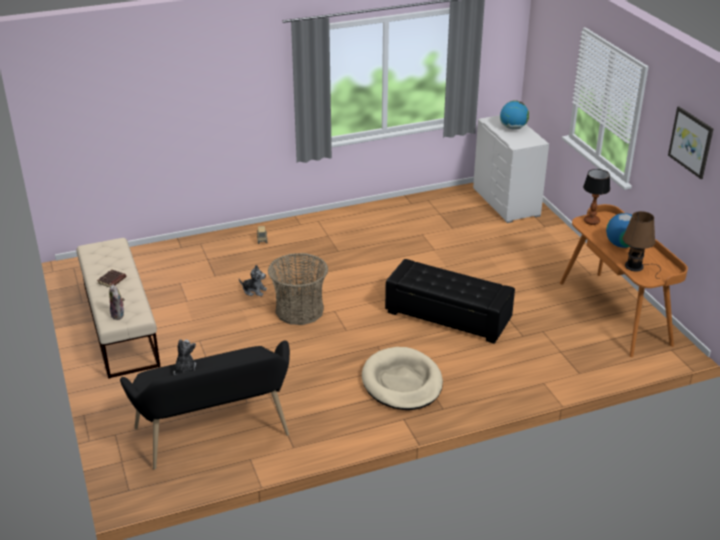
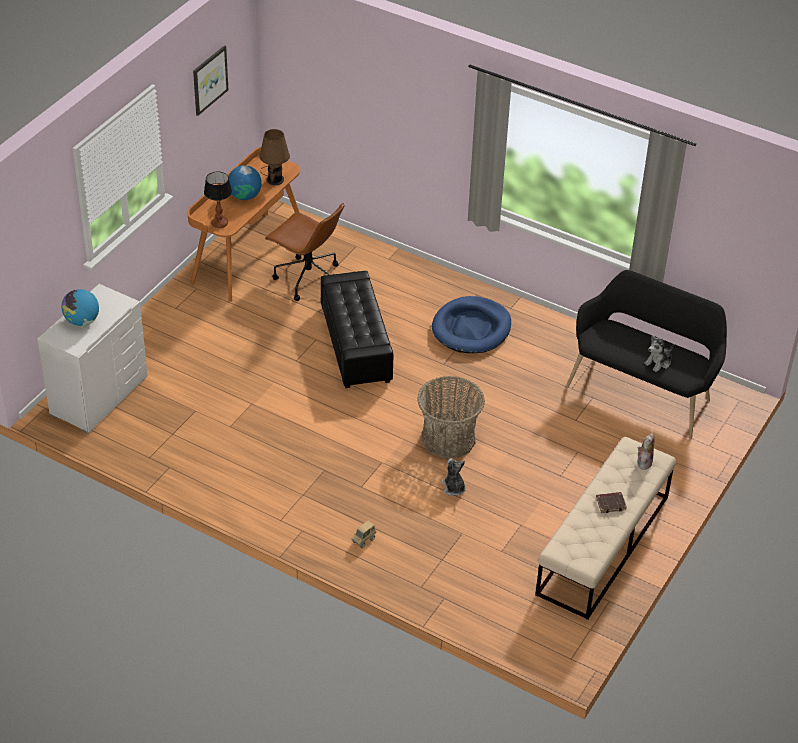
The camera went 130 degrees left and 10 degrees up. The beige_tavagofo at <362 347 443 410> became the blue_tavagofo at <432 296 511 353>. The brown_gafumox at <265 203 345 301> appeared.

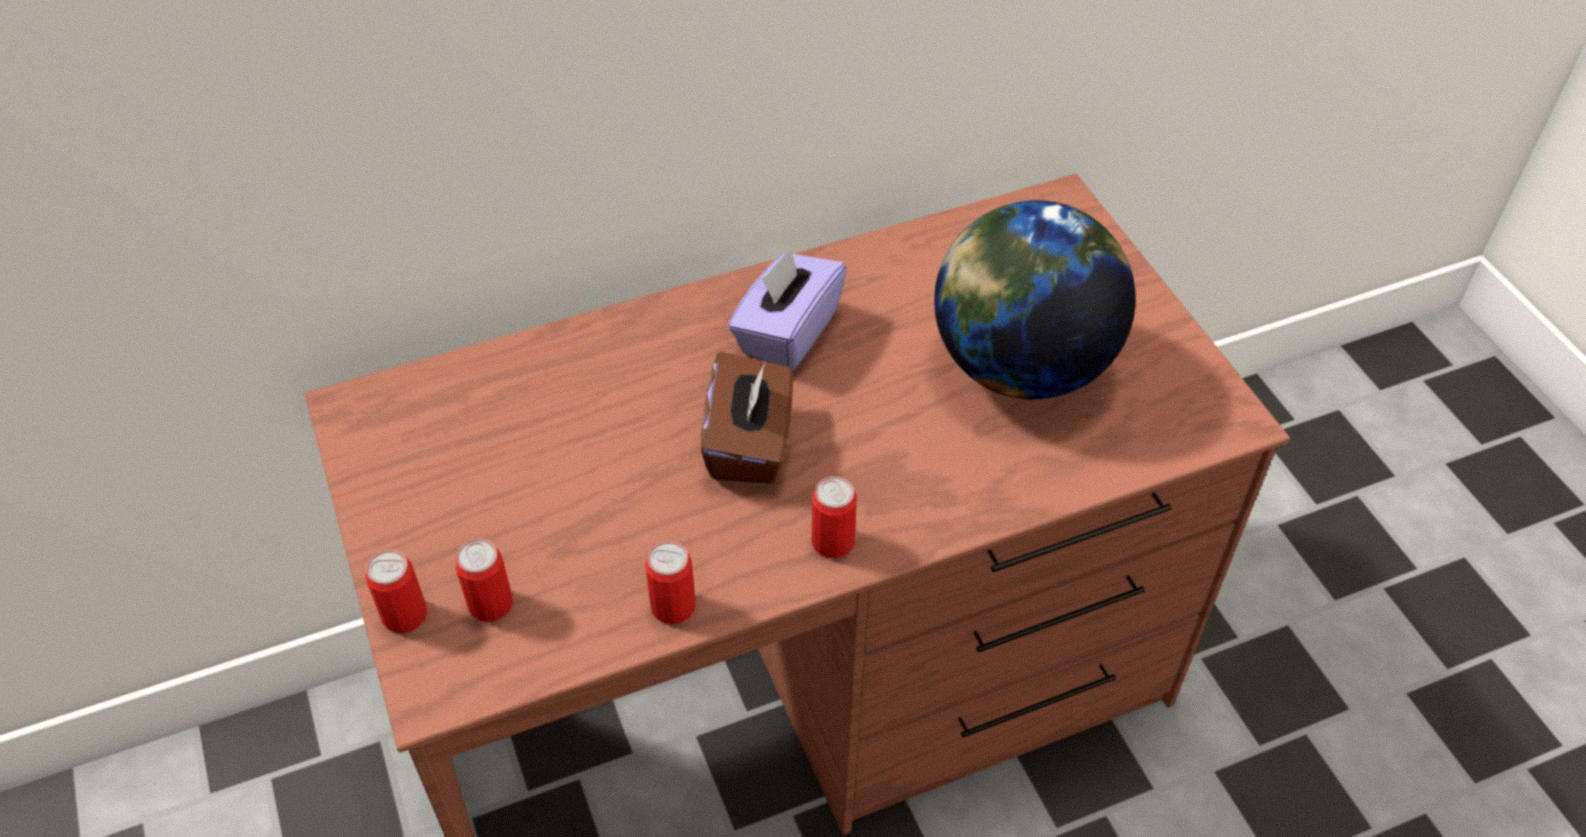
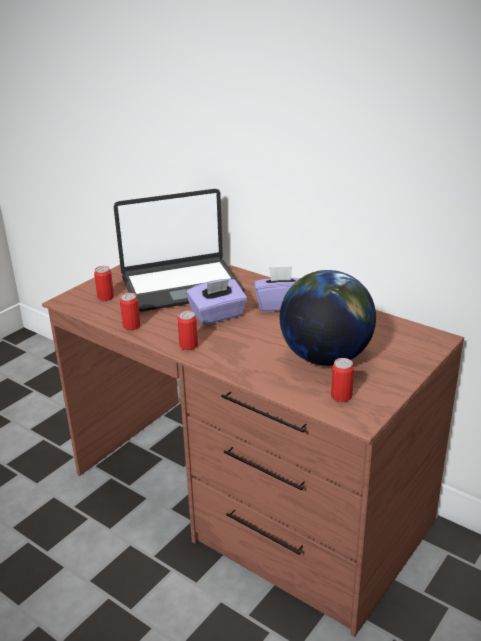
The camera went 60 degrees right and 20 degrees down. The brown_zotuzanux at <701 352 793 483> became the purple_zotuzanux at <186 279 247 325>. The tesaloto moved from <365 550 427 633> to <331 358 354 402>. The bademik at <114 189 245 312> appeared.

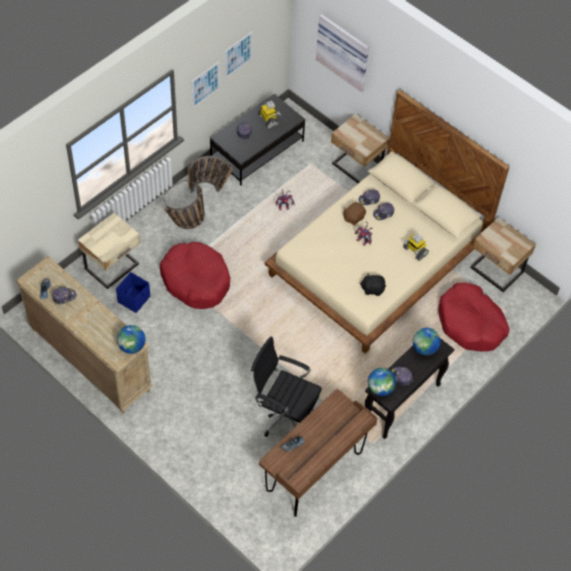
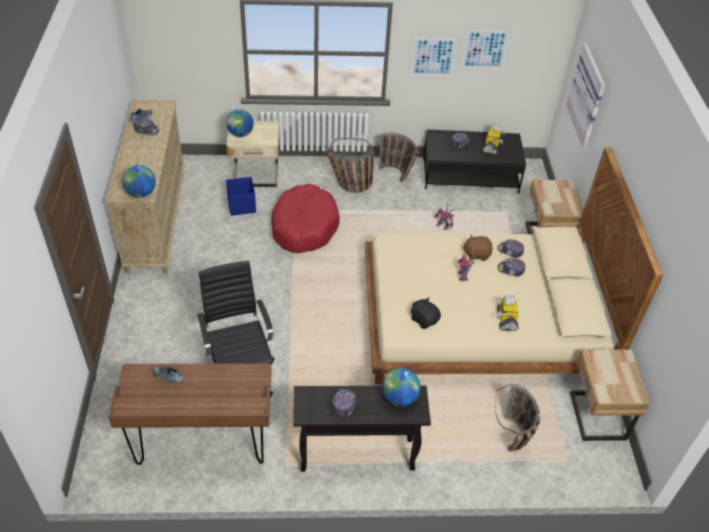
The camera went 45 degrees right and 10 degrees down. The red_tavagofo at <438 283 509 352> was replaced by the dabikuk at <495 384 541 451>. The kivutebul moved from <368 368 396 396> to <226 109 254 137>.

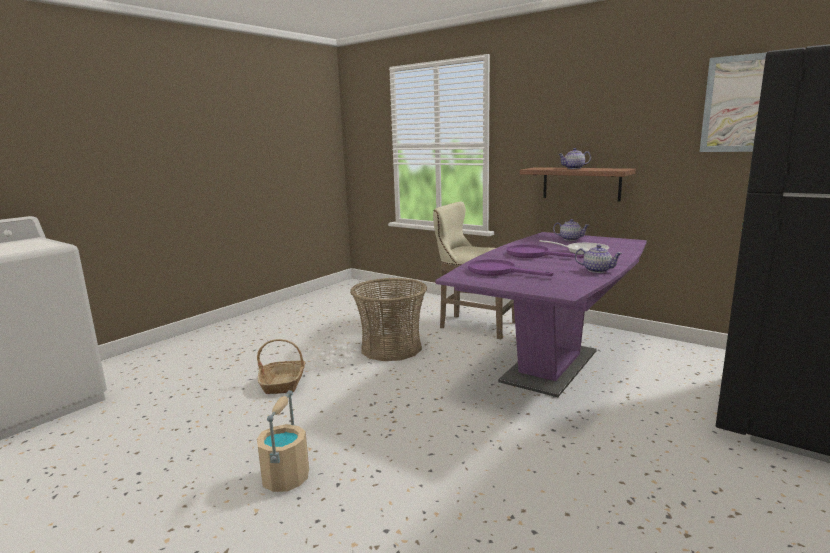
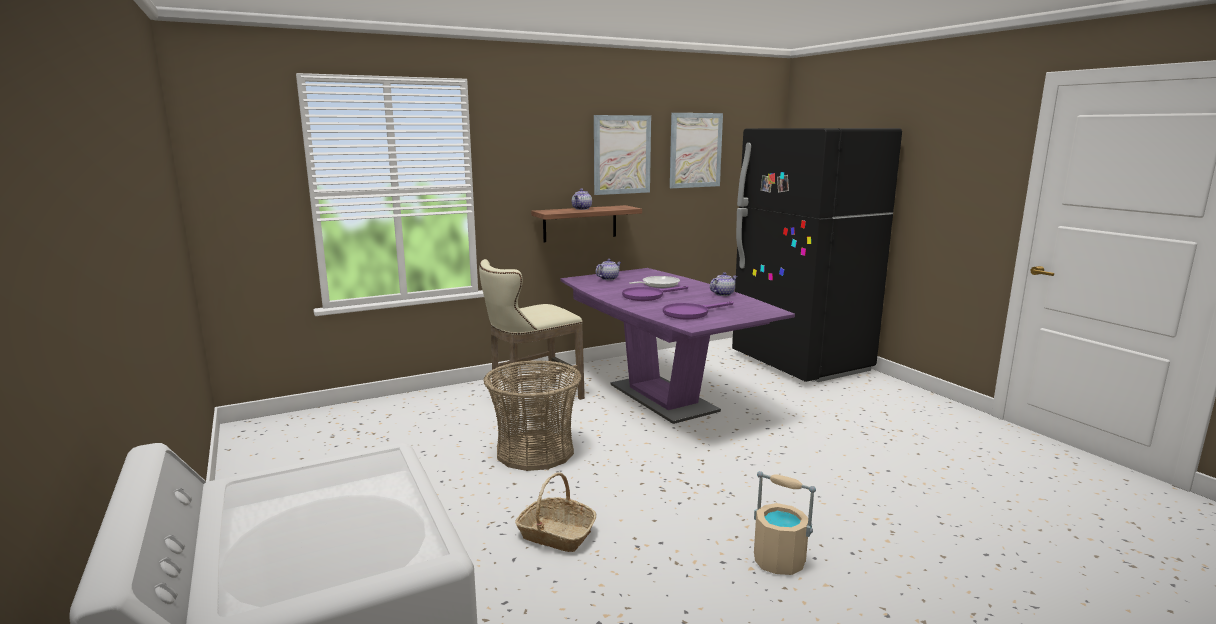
The camera went 65 degrees left and 0 degrees up. The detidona at <594 115 651 195> appeared.

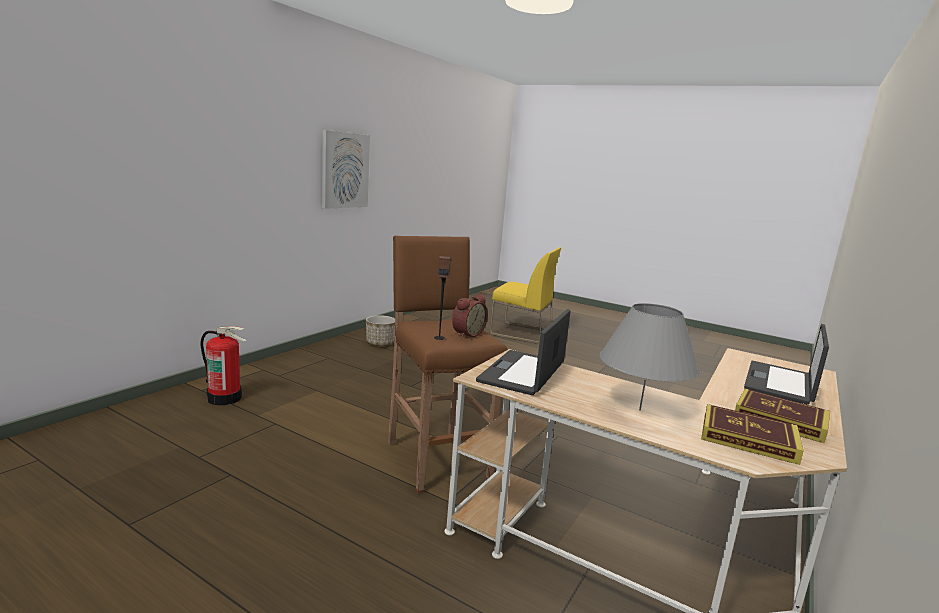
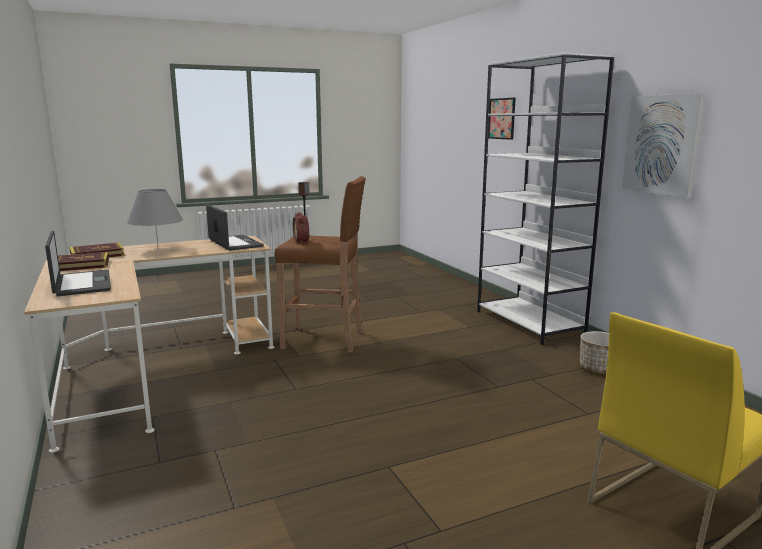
The camera went 125 degrees right and 0 degrees up. The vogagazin at <200 326 246 405> disappeared. The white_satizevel at <477 53 614 345> appeared. The detidona at <488 98 516 140> appeared.

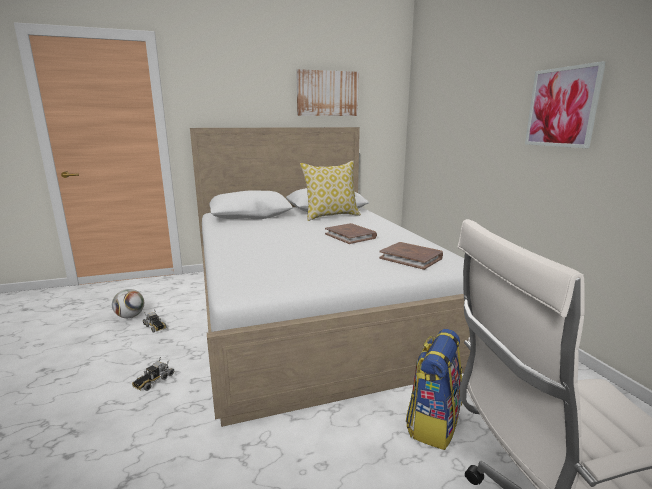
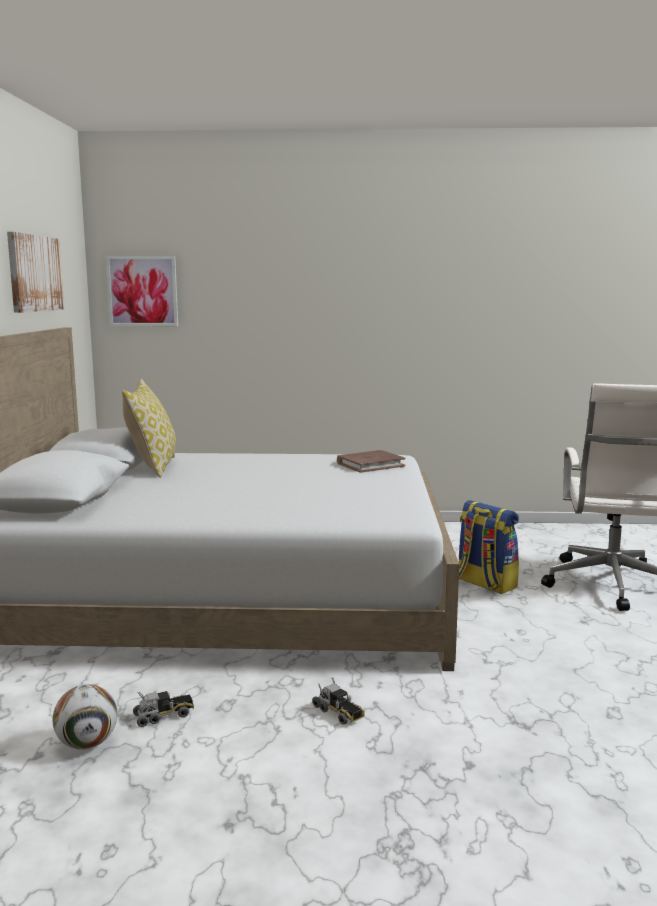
The camera went 70 degrees left and 5 degrees down. The detidona moved from <525 61 606 148> to <106 256 178 326>. The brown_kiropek at <325 223 377 244> disappeared.

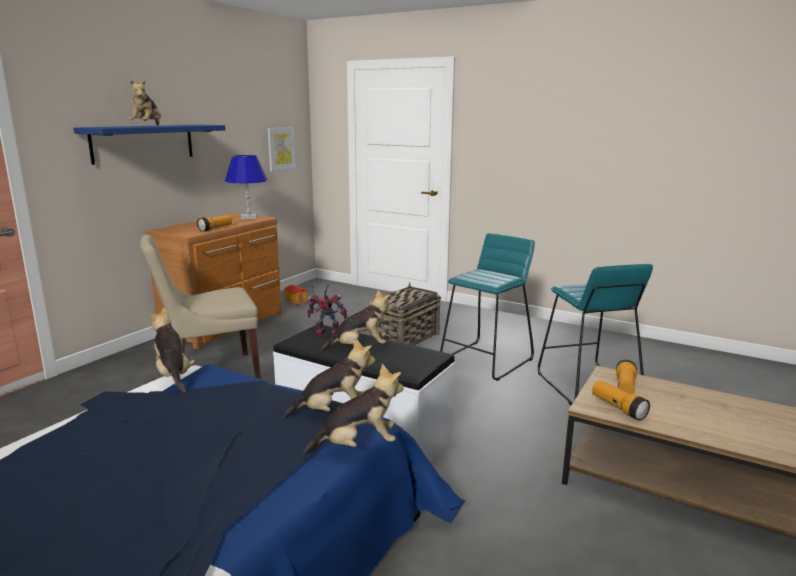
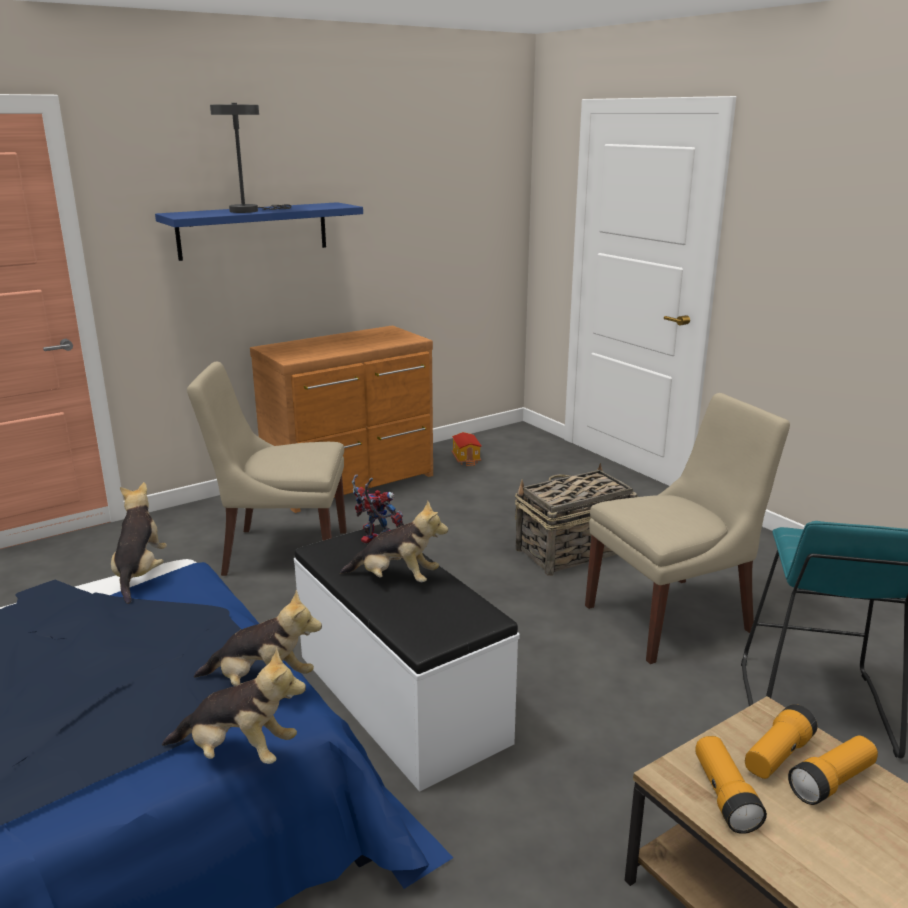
The camera went 25 degrees right and 5 degrees up. The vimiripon at <129 80 161 126> was replaced by the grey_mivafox at <210 103 292 213>. The detidona at <267 127 296 171> disappeared. The blue_mivafox at <225 155 267 220> disappeared. The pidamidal moved from <197 215 232 232> to <788 736 878 805>. The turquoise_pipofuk at <440 233 535 381> was replaced by the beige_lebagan at <585 393 790 664>.

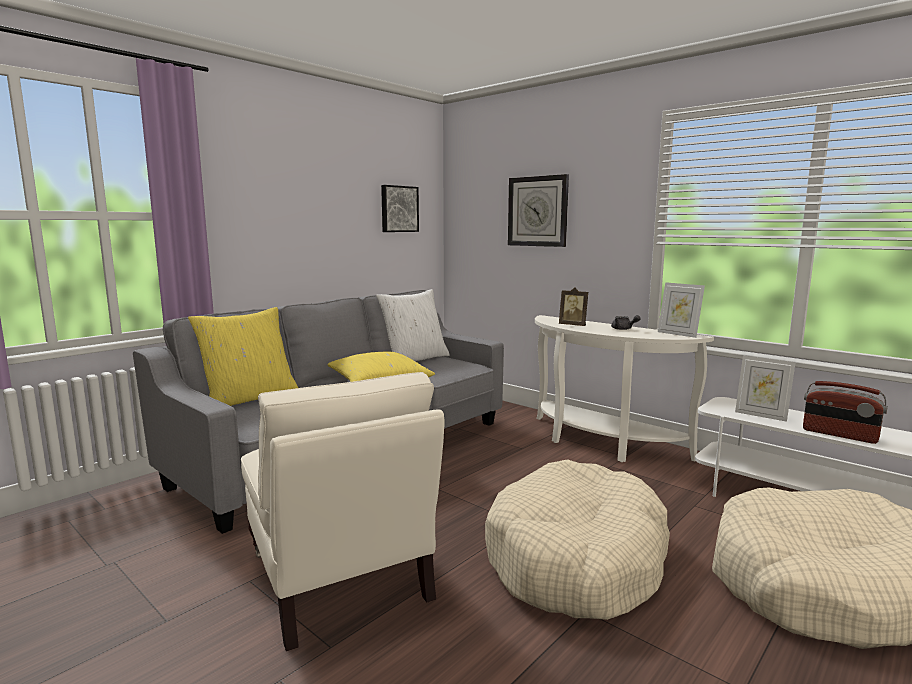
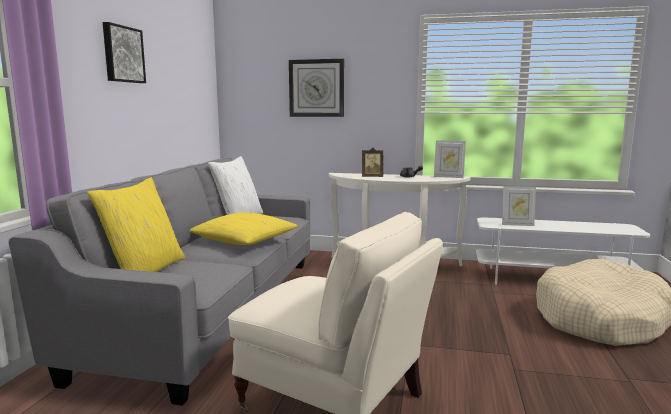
The camera went 30 degrees left and 0 degrees up. The detidona moved from <381 185 419 232> to <103 22 146 83>. The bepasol at <803 381 888 444> disappeared. The beige_tavagofo at <485 459 670 620> disappeared.

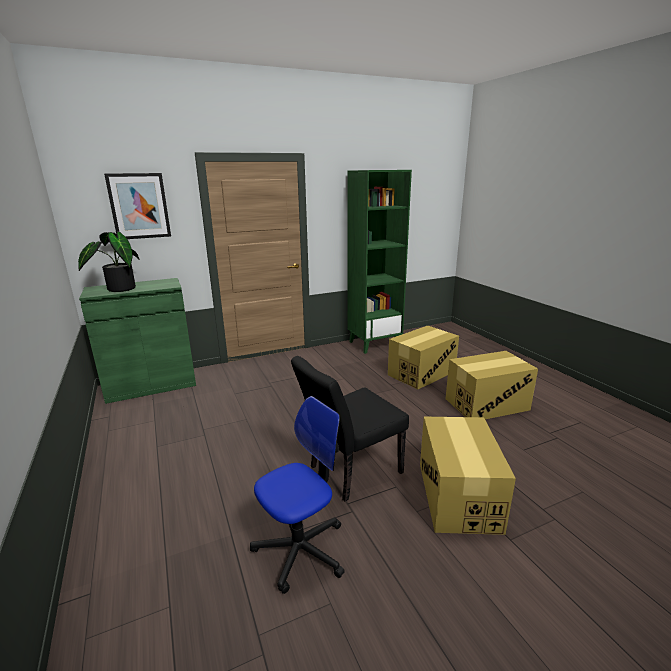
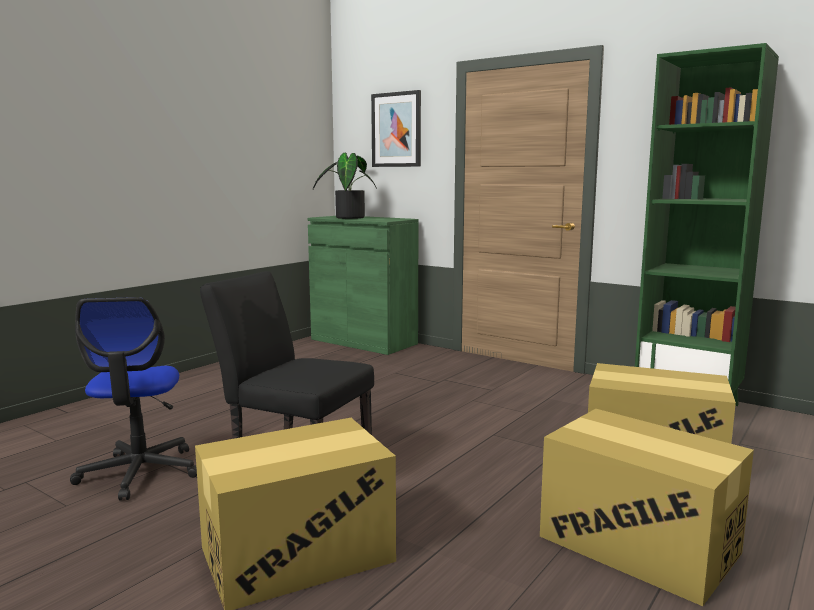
The camera went 60 degrees right and 10 degrees down. The gafumox at <250 396 345 594> turned 60 degrees clockwise.

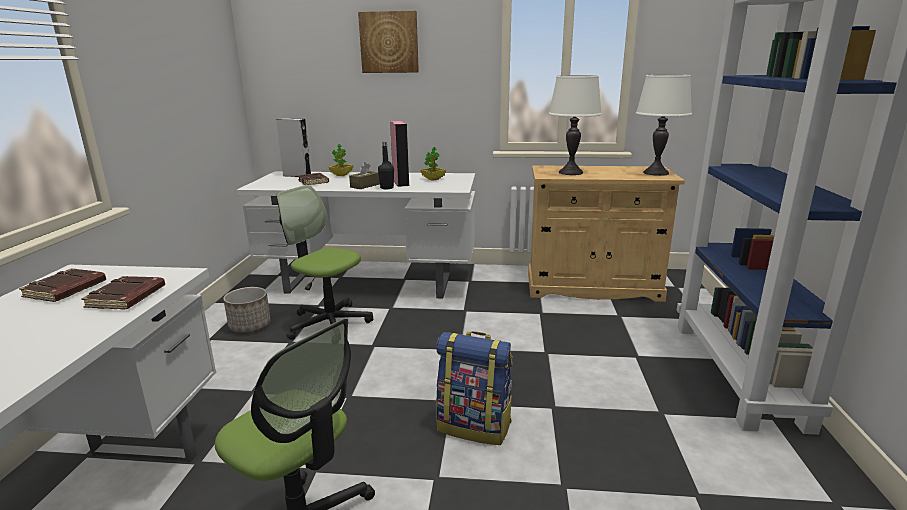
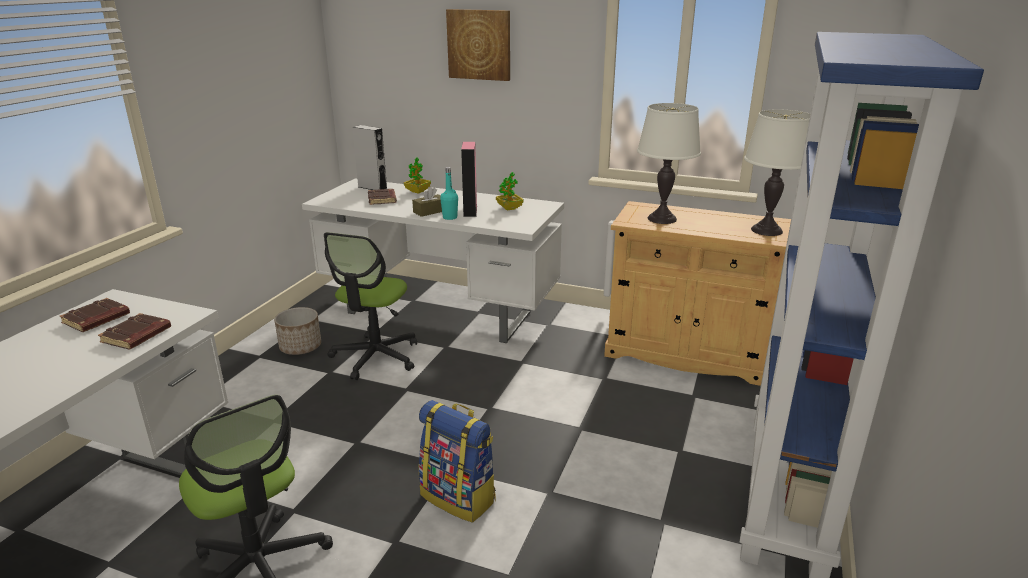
The camera went 15 degrees right and 5 degrees up. The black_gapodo at <378 141 394 189> became the turquoise_gapodo at <440 167 458 220>. The gafumox at <277 185 373 340> turned 120 degrees counterclockwise.

